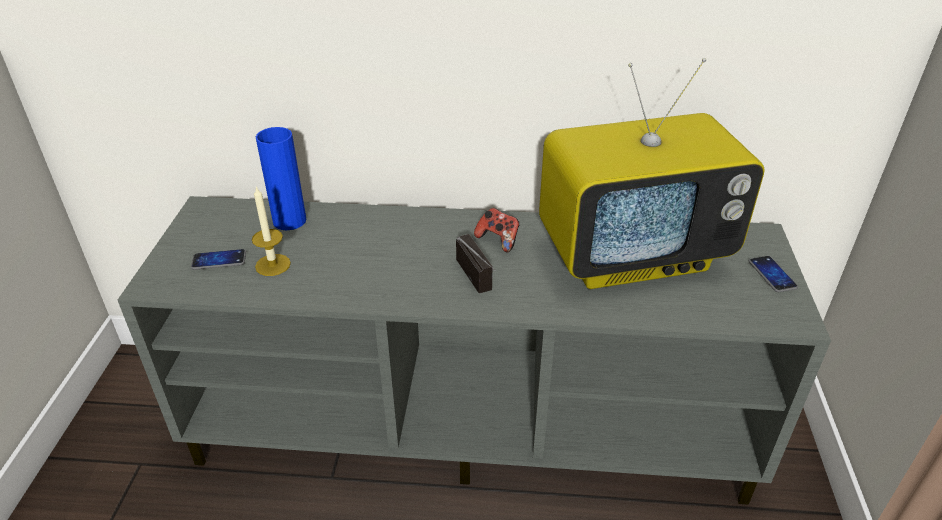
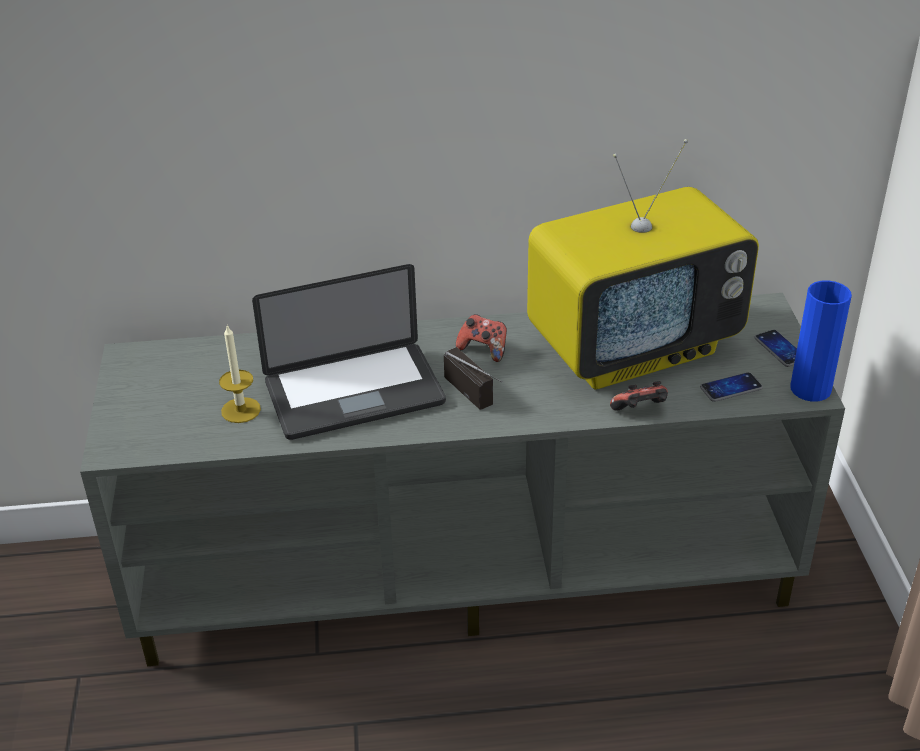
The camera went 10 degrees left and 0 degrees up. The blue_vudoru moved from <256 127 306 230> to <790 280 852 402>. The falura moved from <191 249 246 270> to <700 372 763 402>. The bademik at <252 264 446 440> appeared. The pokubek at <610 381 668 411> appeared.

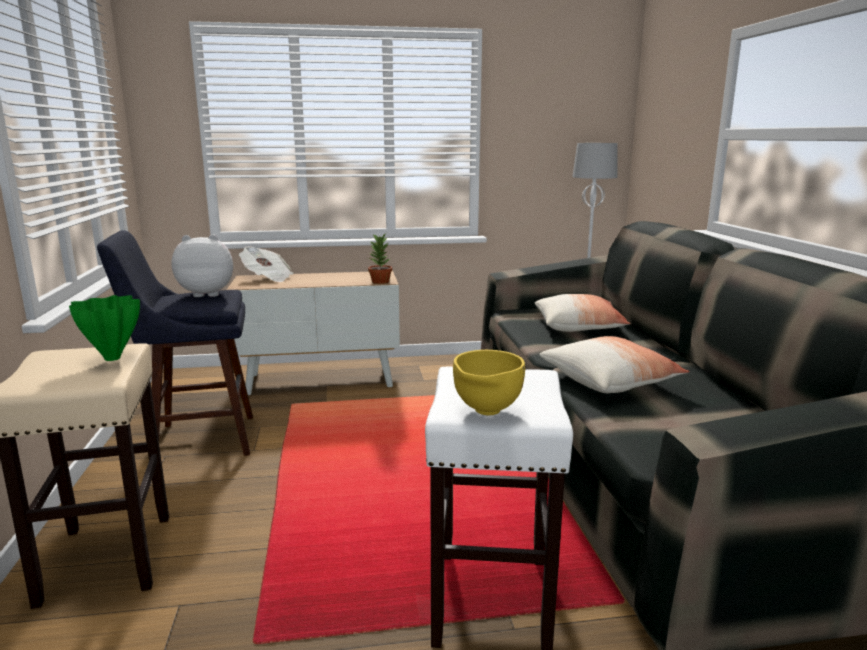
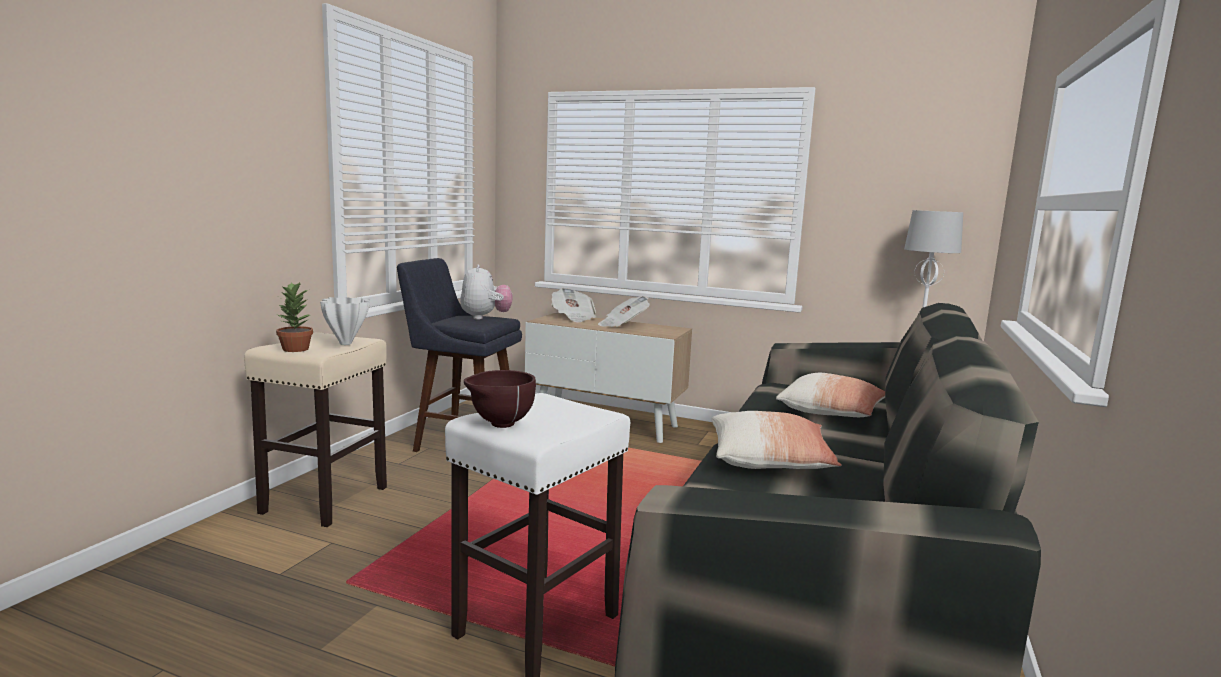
The camera went 30 degrees right and 5 degrees down. The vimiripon at <172 234 233 297> turned 60 degrees clockwise. The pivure moved from <368 234 392 284> to <276 282 313 352>. The green_vudoru at <69 295 140 361> became the white_vudoru at <320 297 370 345>. The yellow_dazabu at <453 350 525 415> became the brown_dazabu at <464 370 536 428>. The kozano at <598 296 650 327> appeared.

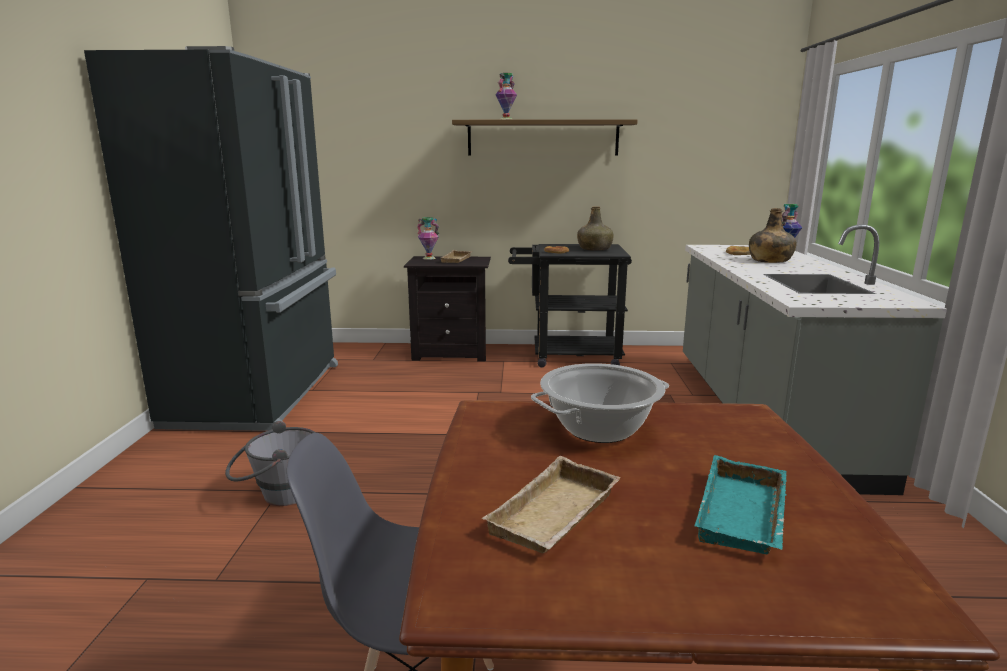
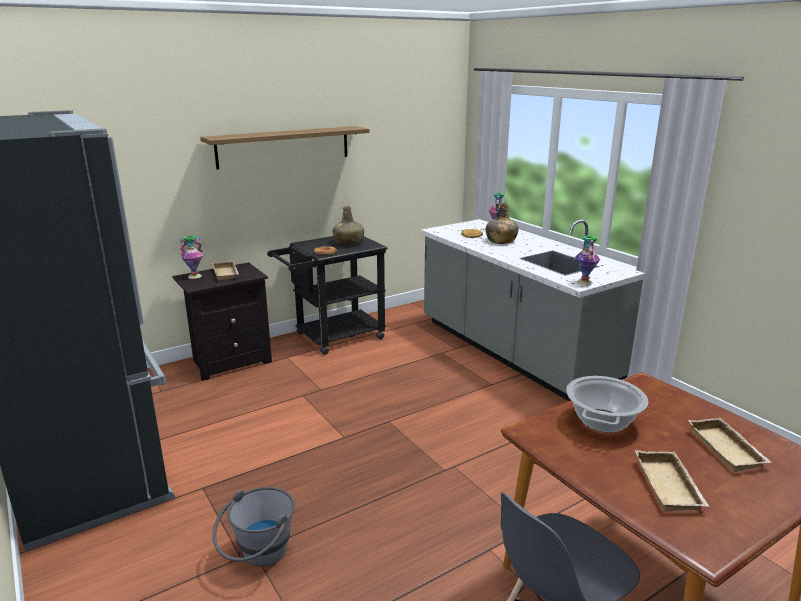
The camera went 35 degrees left and 5 degrees up. The vudoru moved from <495 73 517 120> to <575 236 600 285>. The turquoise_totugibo at <694 455 787 555> became the beige_totugibo at <688 418 772 472>.

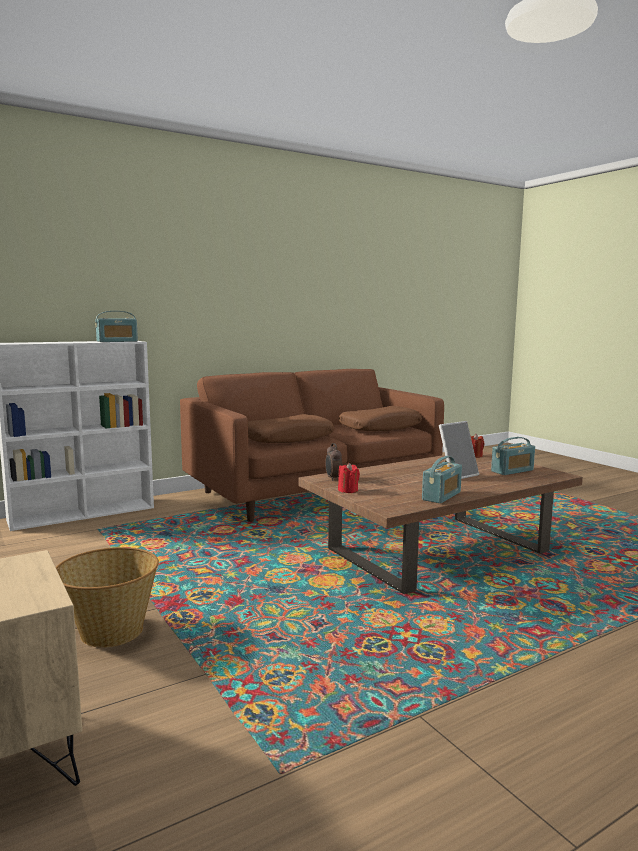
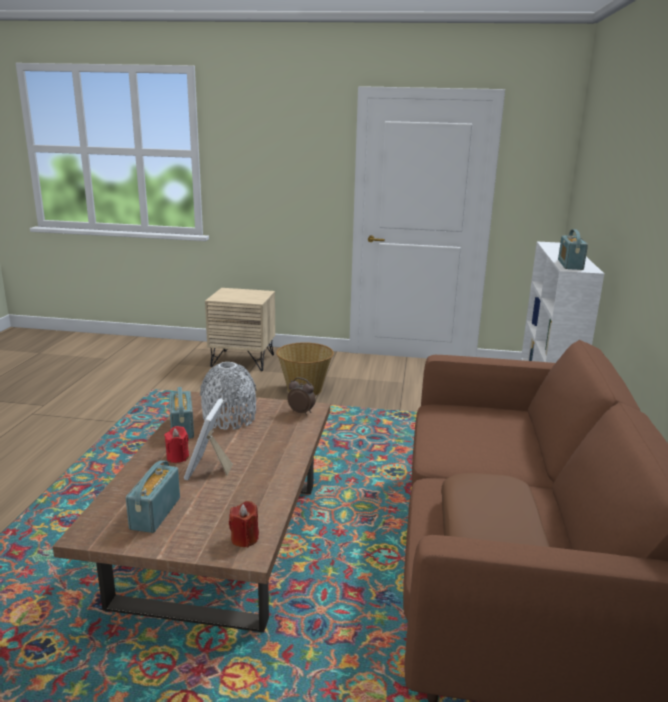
The camera went 130 degrees right and 10 degrees up. The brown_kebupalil at <248 414 334 443> disappeared. The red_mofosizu moved from <338 463 360 493> to <164 426 189 463>. The grey_vudoru at <200 362 257 430> appeared.

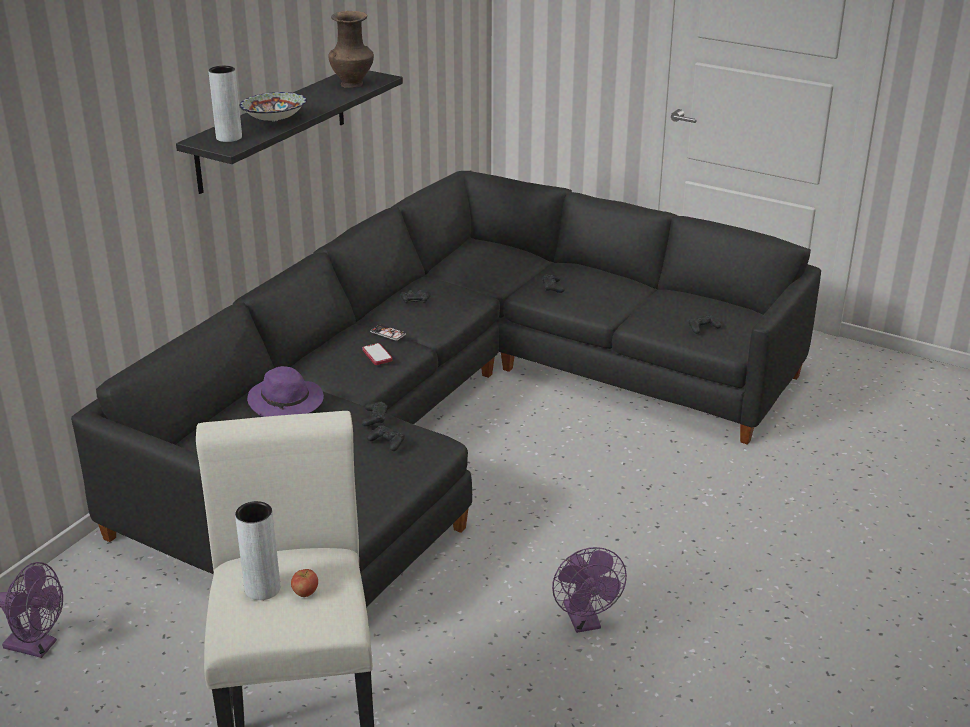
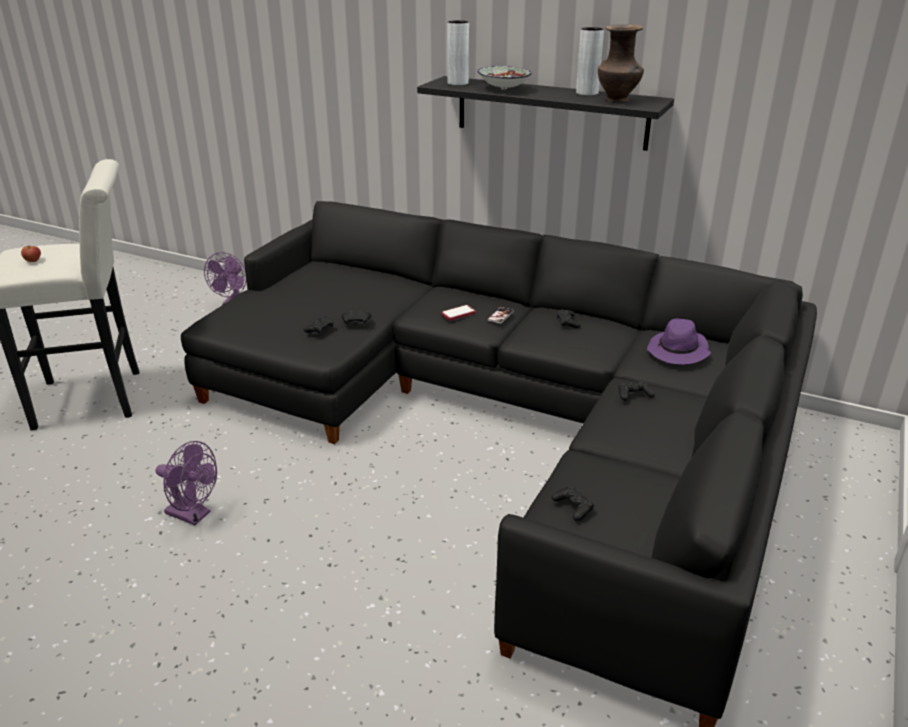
The camera went 85 degrees right and 0 degrees up. The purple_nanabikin moved from <247 366 324 417> to <647 319 711 365>. The grey_vudoru moved from <235 501 280 600> to <576 27 604 96>. The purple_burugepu at <552 547 627 633> turned 135 degrees counterclockwise.

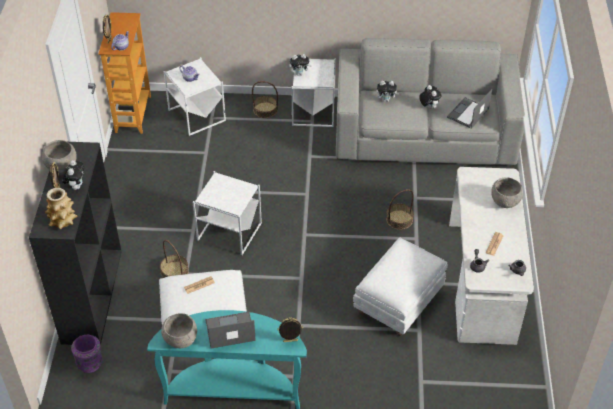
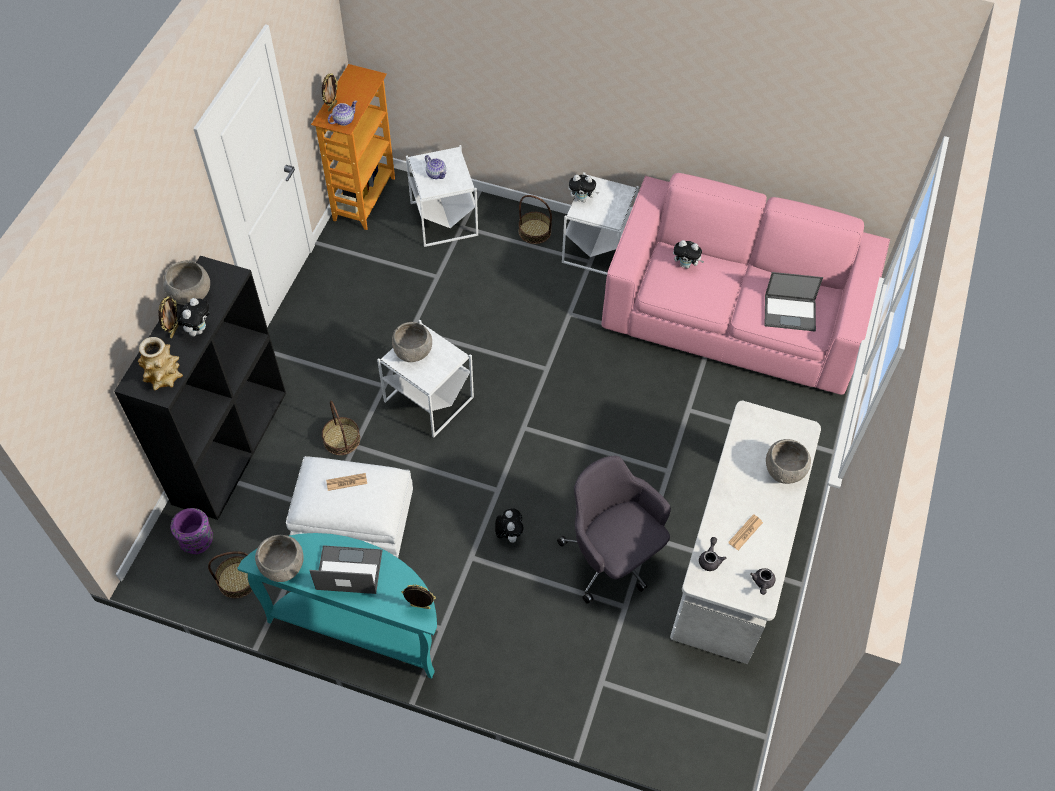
The camera went 15 degrees right and 10 degrees up. The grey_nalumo at <336 38 525 165> became the pink_nalumo at <601 173 890 395>. The vimiripon moved from <419 85 442 109> to <495 508 524 543>. The bademik at <447 89 492 129> turned 135 degrees counterclockwise. The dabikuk moved from <386 189 414 230> to <208 551 252 598>. The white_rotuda at <353 238 448 336> was replaced by the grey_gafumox at <557 456 671 604>. The grey_dazabu at <392 322 432 362> appeared.

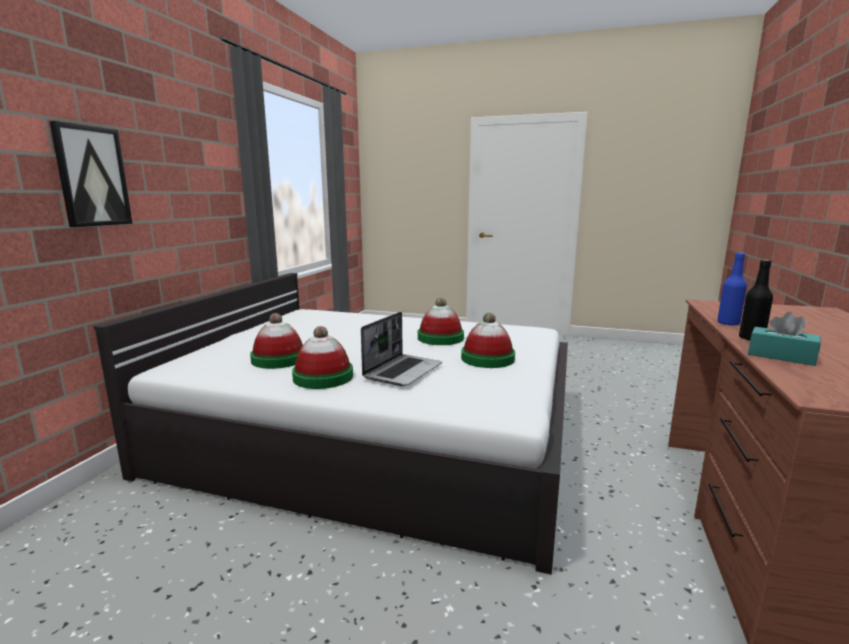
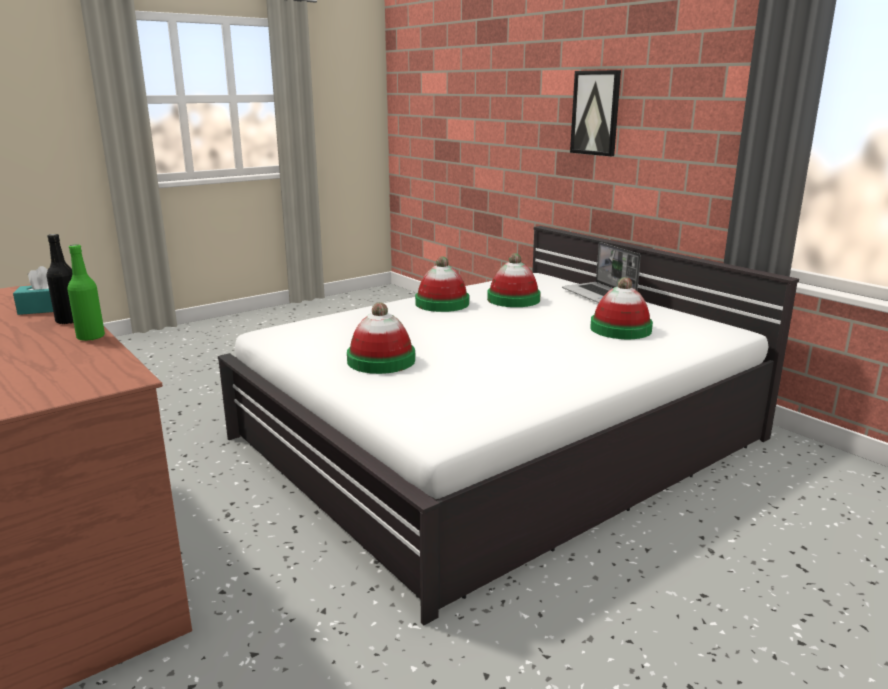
The camera went 125 degrees right and 5 degrees up. The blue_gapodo at <717 253 747 326> became the green_gapodo at <67 244 105 341>. The nanabikin moved from <418 298 464 345> to <590 277 653 339>. The bademik moved from <361 312 442 386> to <562 242 641 303>.

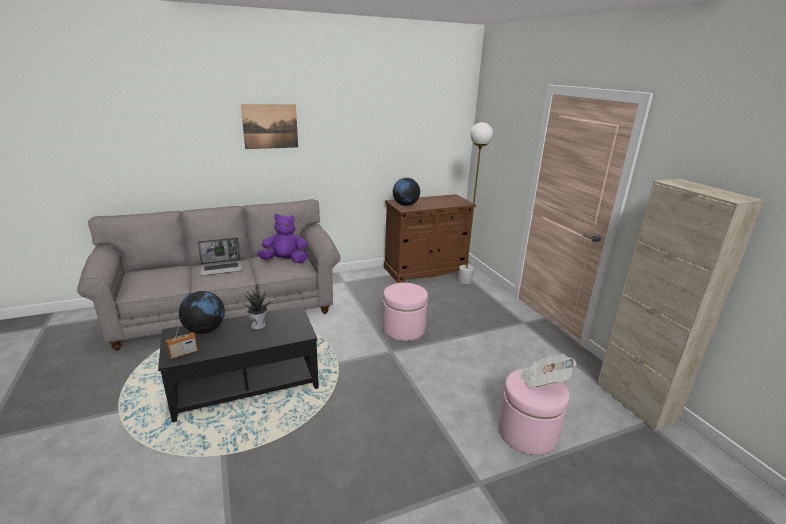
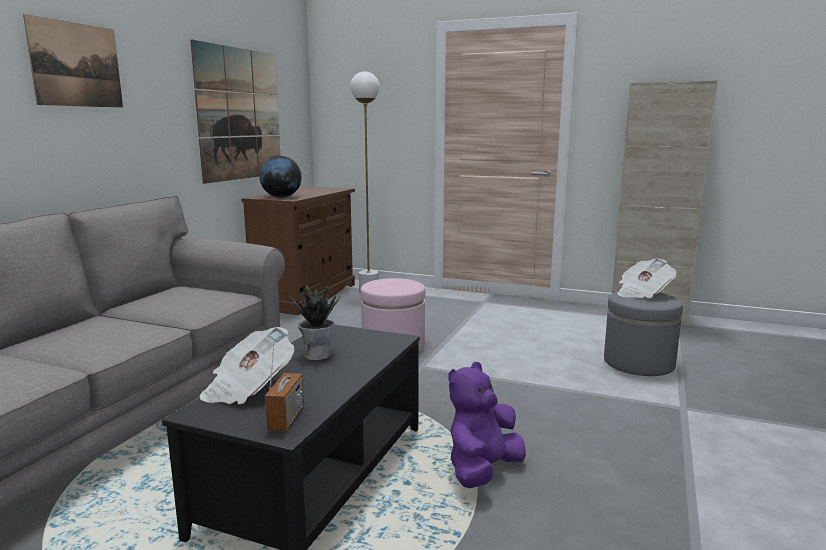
The camera went 45 degrees left and 10 degrees down. The purple_vimiripon moved from <258 214 308 263> to <448 362 526 488>. The bademik at <198 237 242 276> disappeared. The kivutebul at <179 291 225 334> was replaced by the kozano at <200 327 294 404>. The pink_rotuda at <498 368 570 455> became the grey_rotuda at <604 292 683 376>. The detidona at <190 40 280 184> appeared.

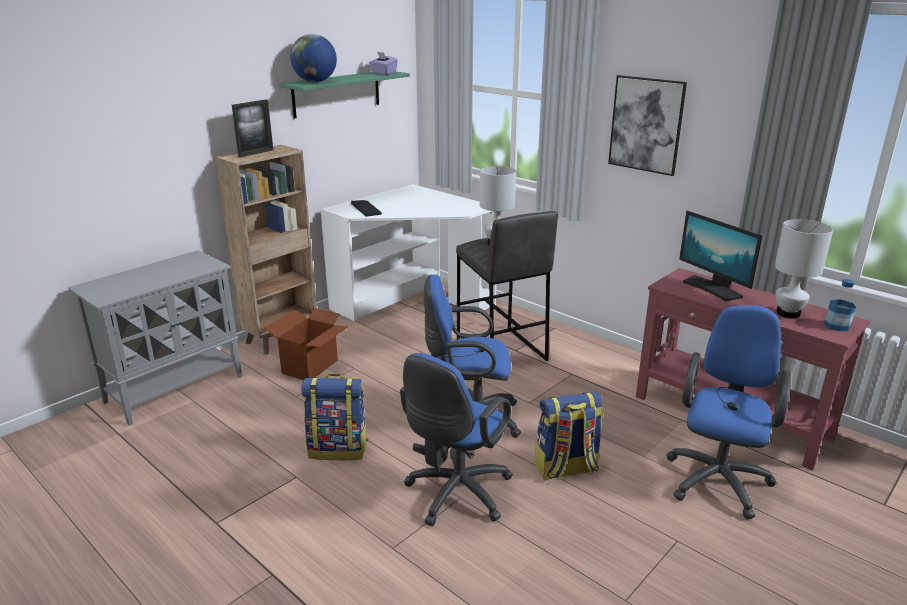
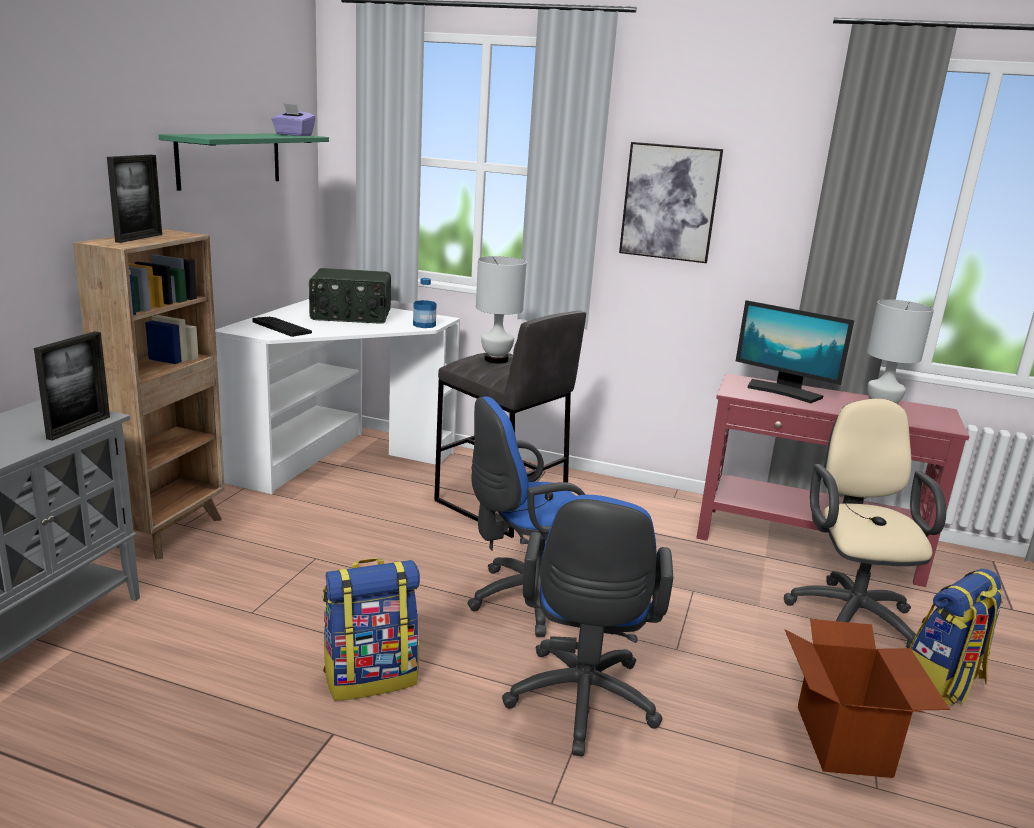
The camera went 25 degrees left and 5 degrees down. The kivutebul at <290 34 337 82> disappeared. The gapodo moved from <824 279 856 331> to <413 278 436 328>. The blue_gafumox at <666 305 791 519> became the beige_gafumox at <784 399 946 648>. The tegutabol moved from <264 308 348 380> to <785 619 950 778>. The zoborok moved from <535 392 603 480> to <910 569 1003 706>. The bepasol at <309 268 391 324> appeared. The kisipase at <34 331 110 441> appeared.

